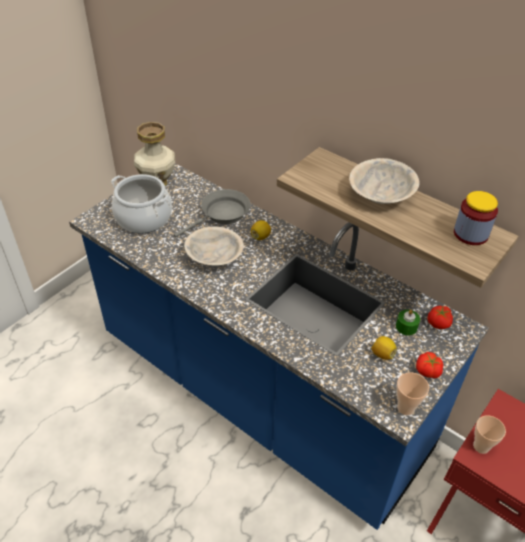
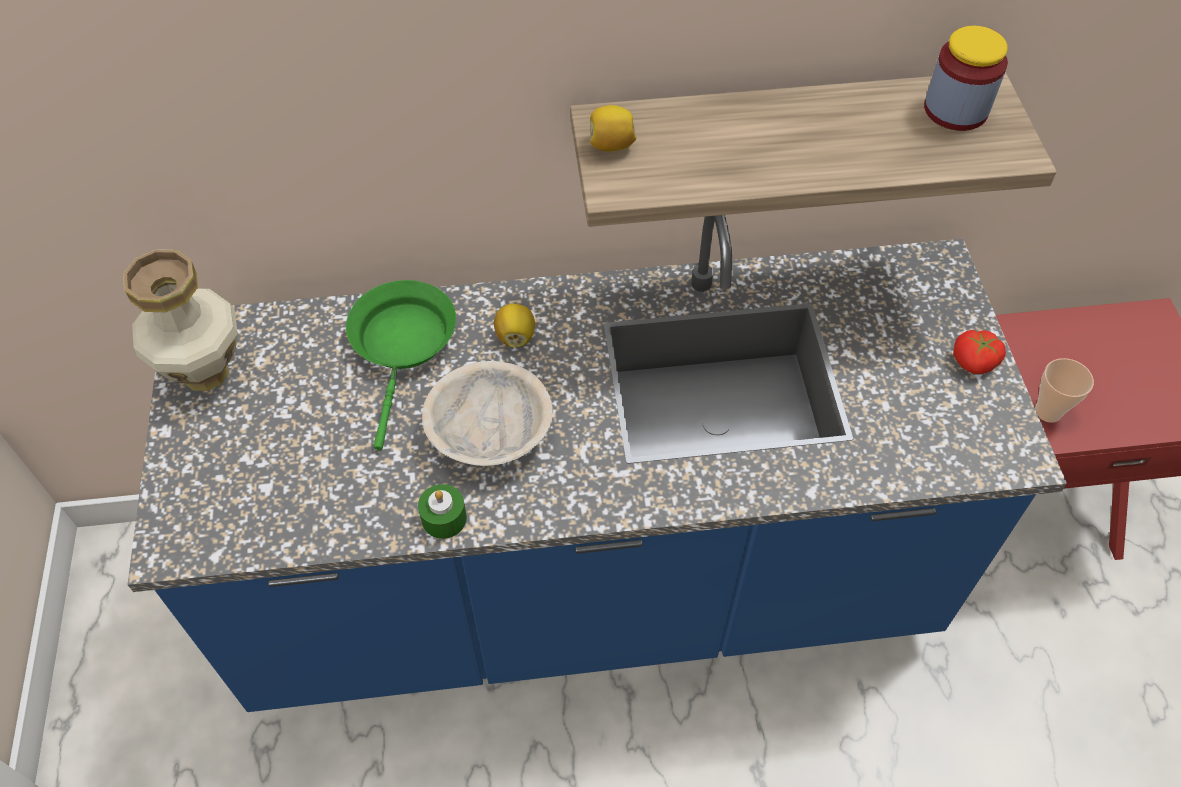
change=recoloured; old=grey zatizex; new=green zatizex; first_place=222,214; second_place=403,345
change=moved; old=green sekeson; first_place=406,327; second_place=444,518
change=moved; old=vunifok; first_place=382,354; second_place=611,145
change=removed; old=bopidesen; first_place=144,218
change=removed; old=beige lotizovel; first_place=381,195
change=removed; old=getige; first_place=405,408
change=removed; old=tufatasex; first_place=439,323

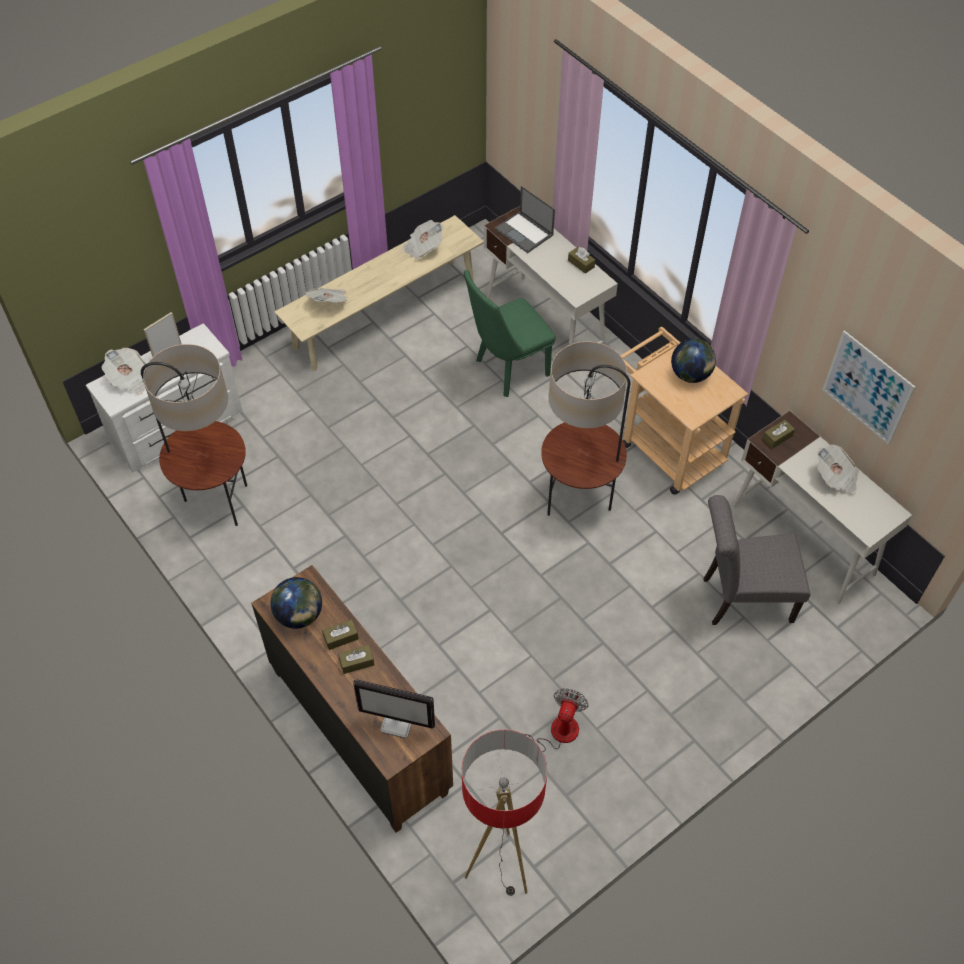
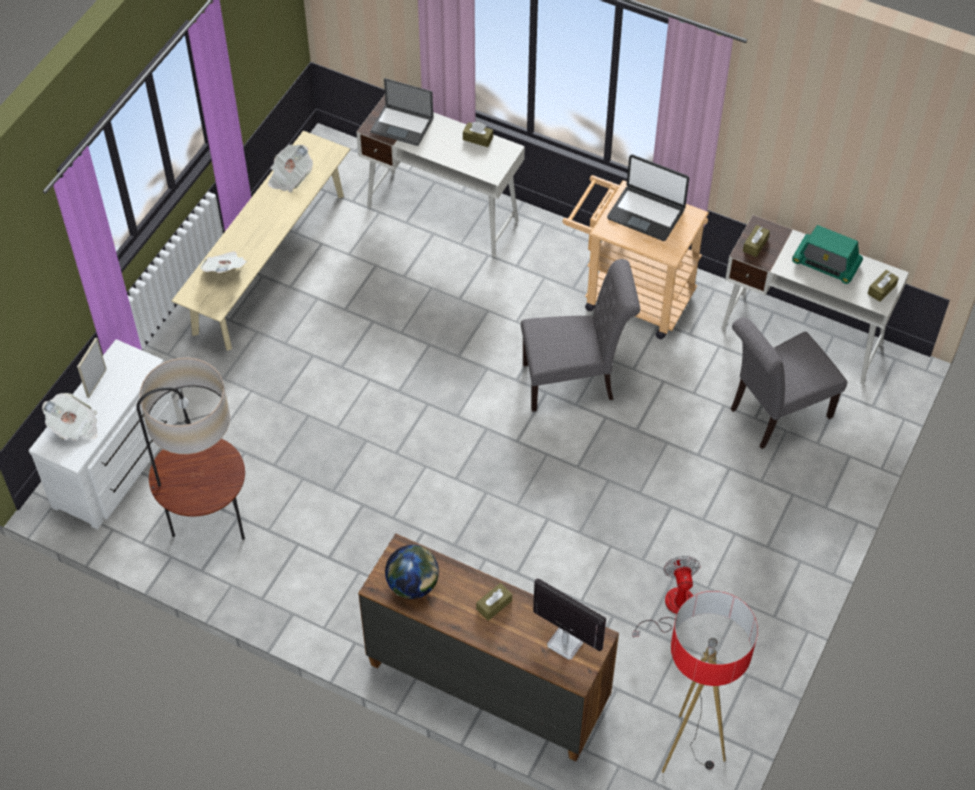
change=replaced; old=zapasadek; new=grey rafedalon; first_place=578,502; second_place=574,381
change=turned; old=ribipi; first_place=398,722; second_place=565,642; degrees=-135
change=replaced; old=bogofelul; new=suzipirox; first_place=690,375; second_place=646,213
change=replaced; old=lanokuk; new=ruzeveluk; first_place=835,478; second_place=826,263
change=moved; old=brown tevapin; first_place=341,637; second_place=881,289
change=removed; old=green rafedalon; first_place=507,370
change=removed; old=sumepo; first_place=867,387

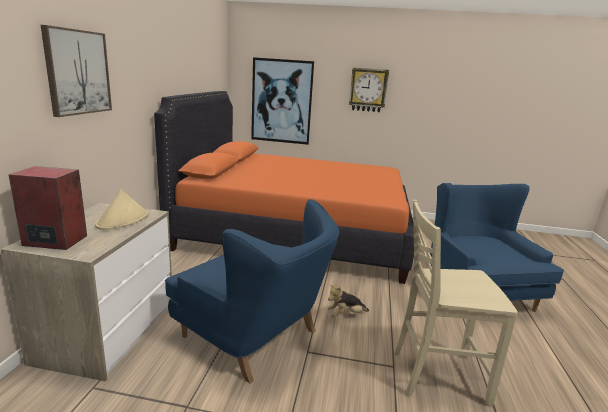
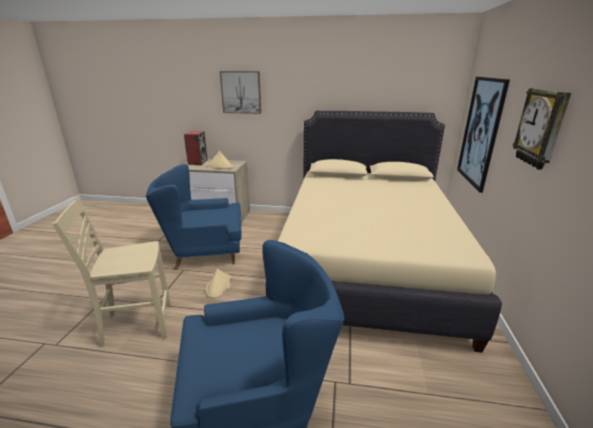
change=turned; old=beige rafedalon; first_place=436,375; second_place=136,324; degrees=-105
change=turned; old=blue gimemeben; first_place=253,335; second_place=204,251; degrees=45
change=replaced; old=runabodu; new=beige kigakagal; first_place=345,315; second_place=219,286
change=recoloured; old=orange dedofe; new=beige dedofe; first_place=296,234; second_place=366,262

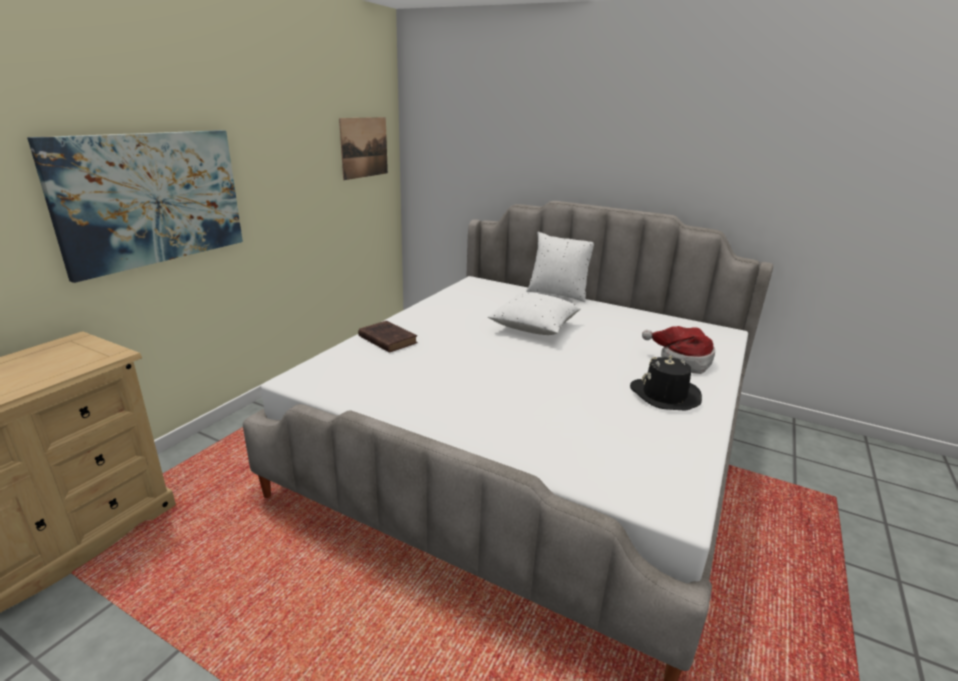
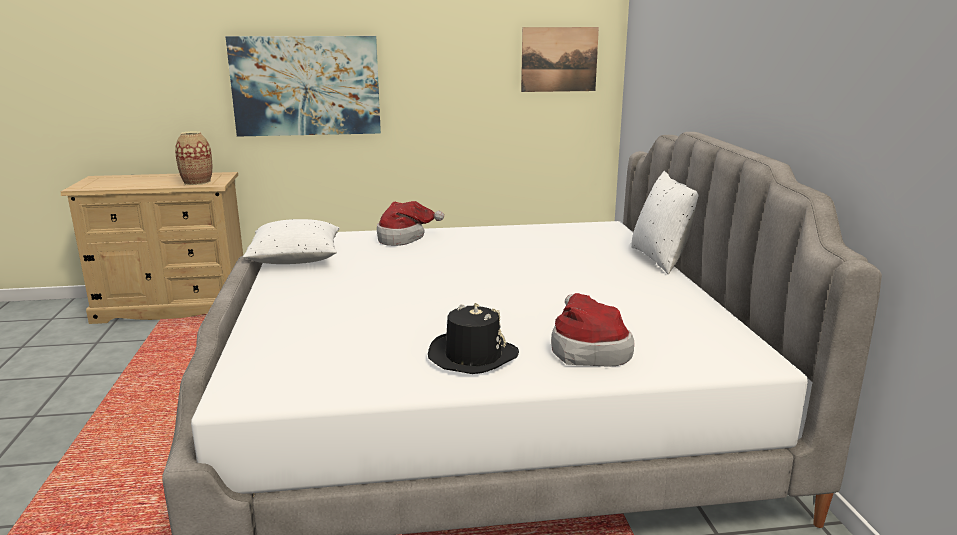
change=added; new=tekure; second_place=197,182
change=moved; old=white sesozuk; first_place=534,327; second_place=295,259
change=replaced; old=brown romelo; new=kigakagal; first_place=386,339; second_place=404,238

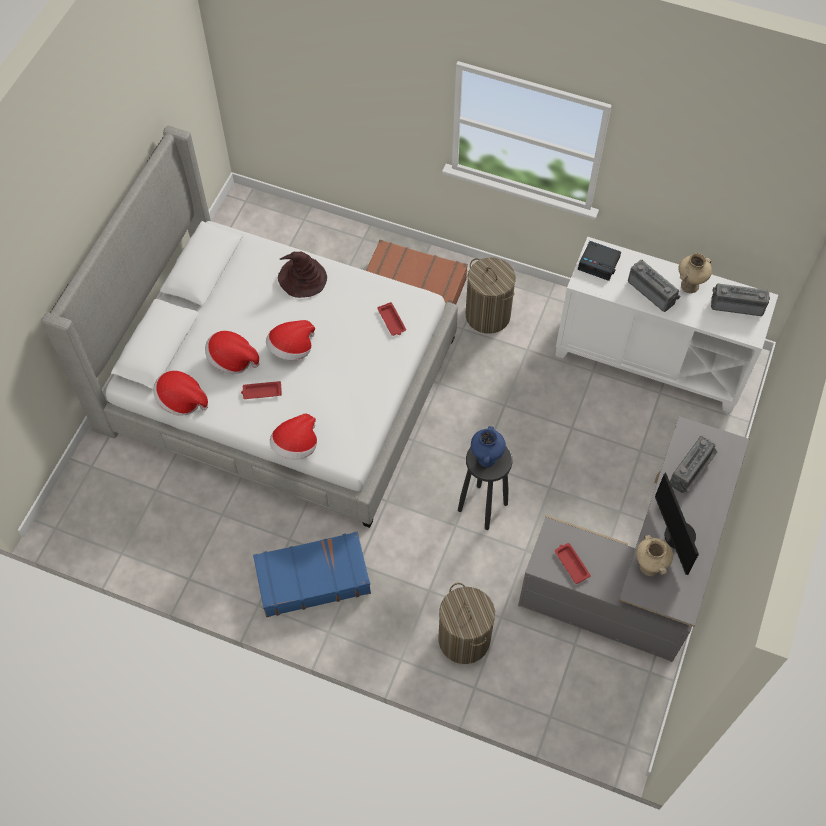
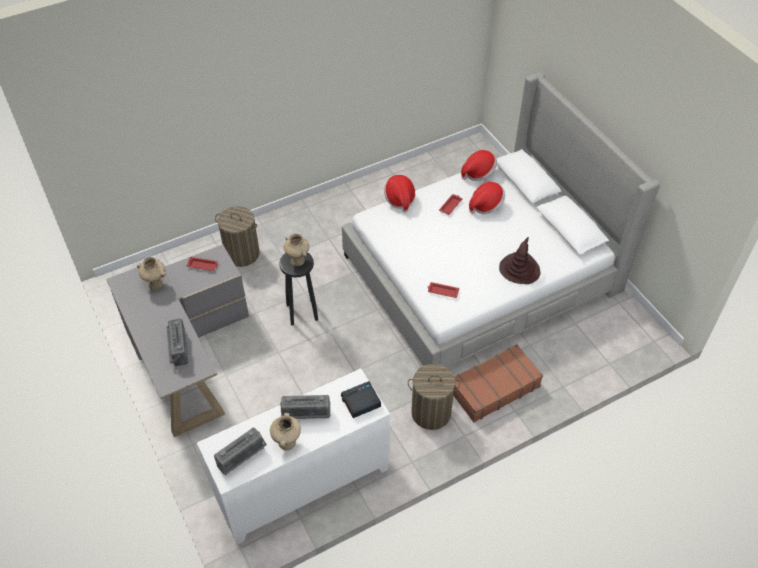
change=recoloured; old=blue tekure; new=beige tekure; first_place=486,457; second_place=298,260
change=removed; old=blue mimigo; first_place=312,578
change=removed; old=kigakagal; first_place=291,349
change=removed; old=ribipi; first_place=676,537

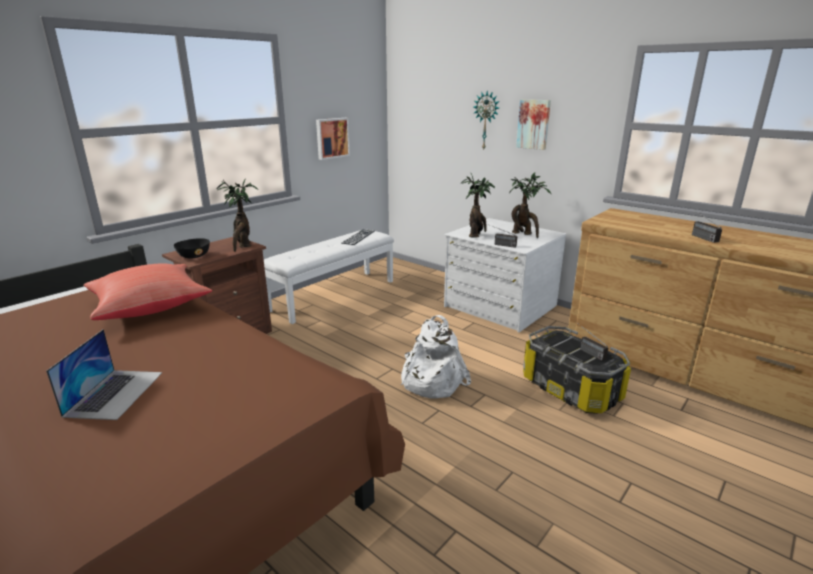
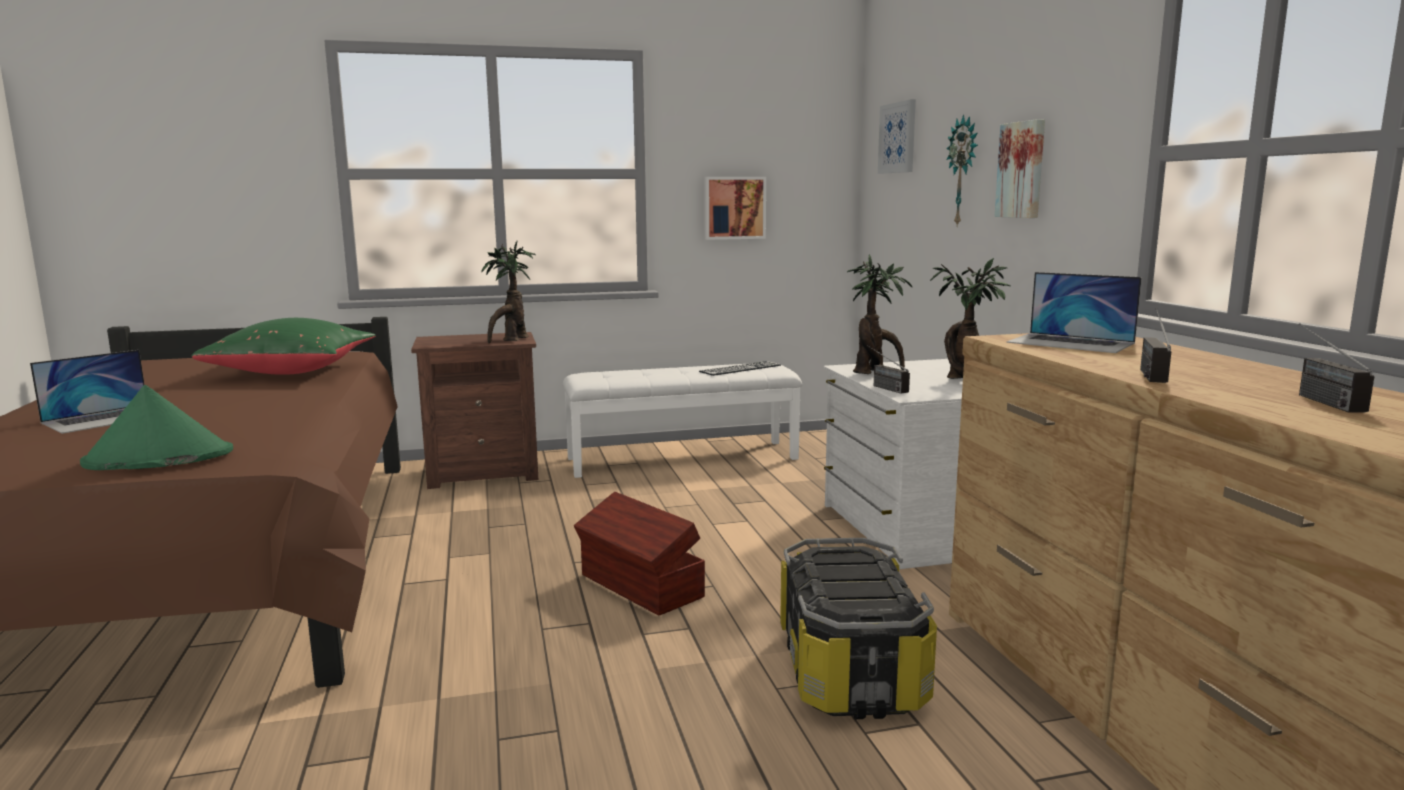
change=added; new=green kigakagal; second_place=158,458
change=recoloured; old=red sesozuk; new=green sesozuk; first_place=149,307; second_place=293,371
change=replaced; old=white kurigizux; new=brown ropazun; first_place=431,380; second_place=640,587
change=added; new=sumepo; second_place=898,138
change=added; new=suzipirox; second_place=1071,343
change=moved; old=ruzeveluk; first_place=586,351; second_place=1316,398
change=removed; old=black lotizovel; first_place=194,256

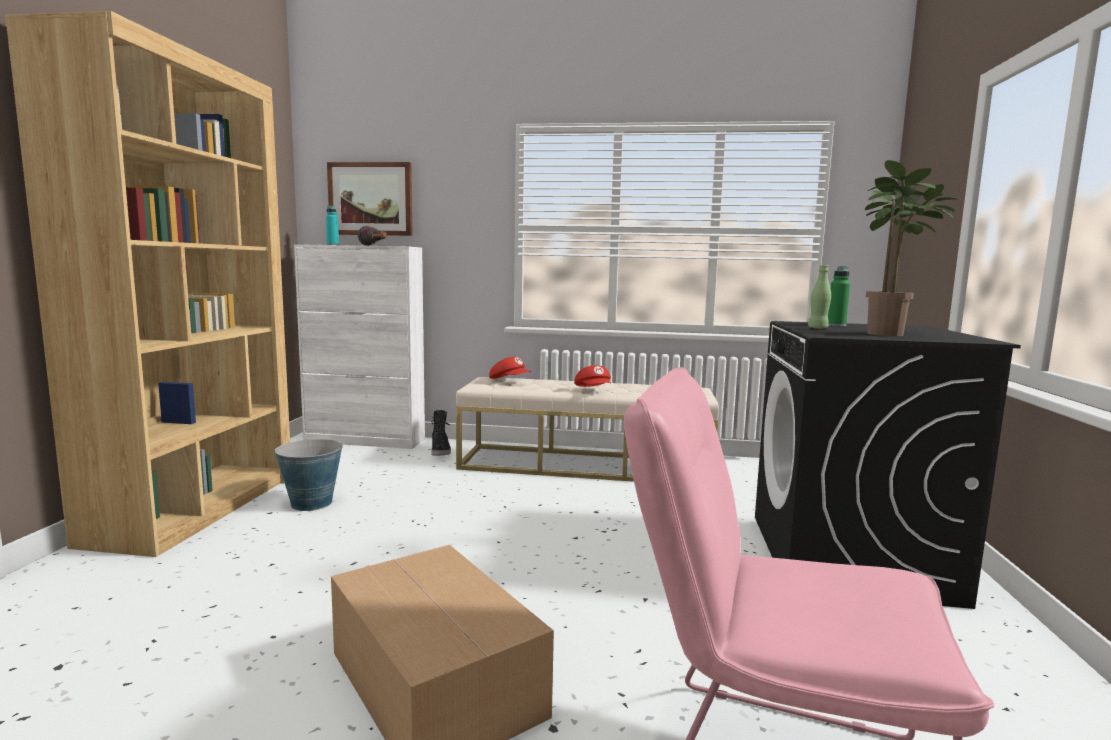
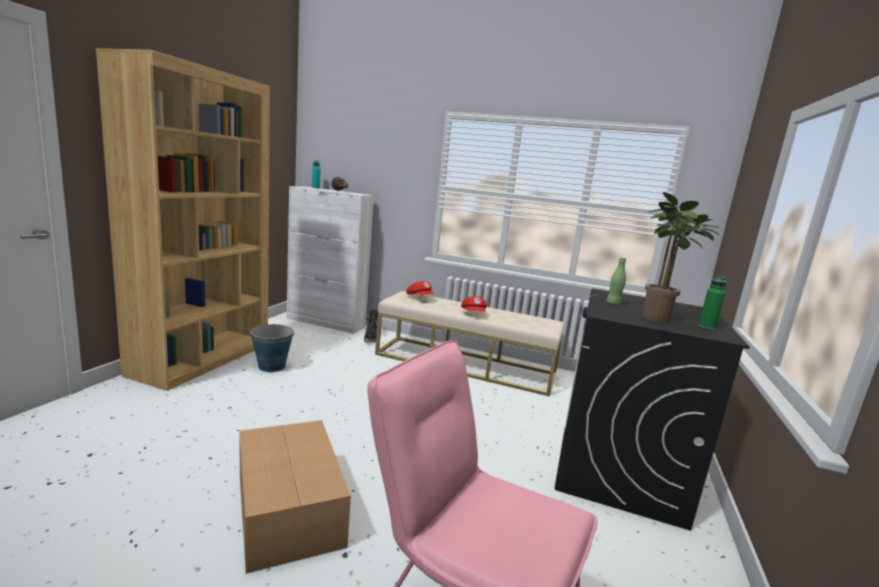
change=moved; old=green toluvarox; first_place=836,325; second_place=706,327
change=removed; old=sumepo; first_place=370,199

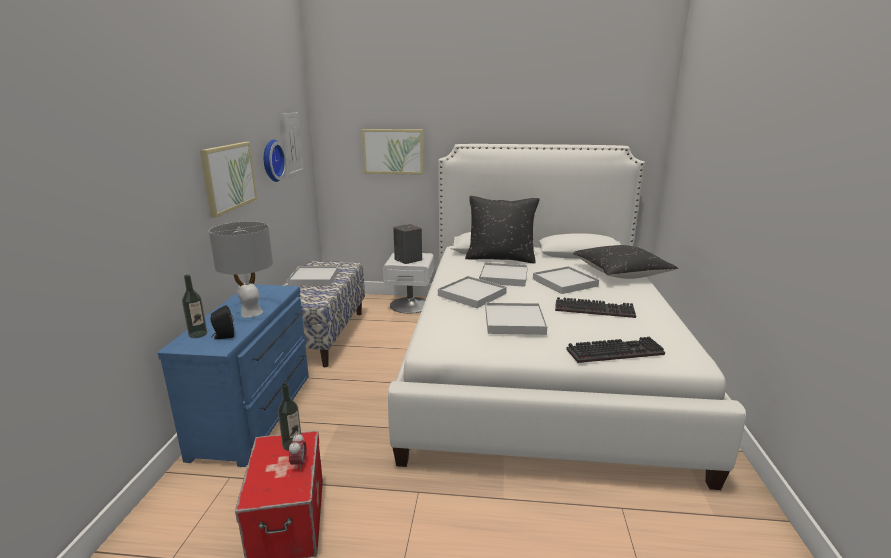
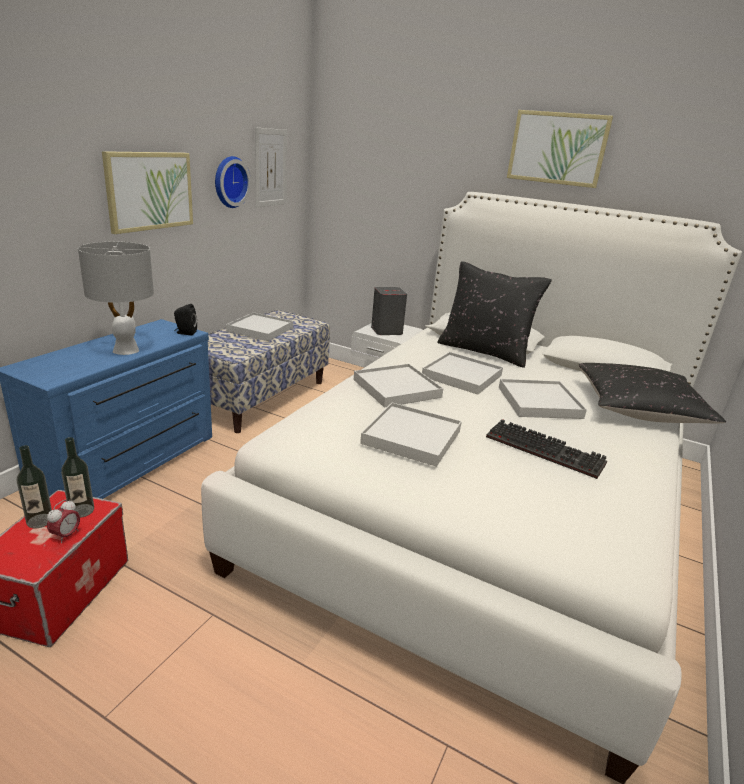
change=moved; old=toluvarox; first_place=198,334; second_place=40,521
change=moved; old=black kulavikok; first_place=223,336; second_place=185,333
change=moved; old=sumepo; first_place=393,151; second_place=557,148
change=removed; old=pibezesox; first_place=615,351

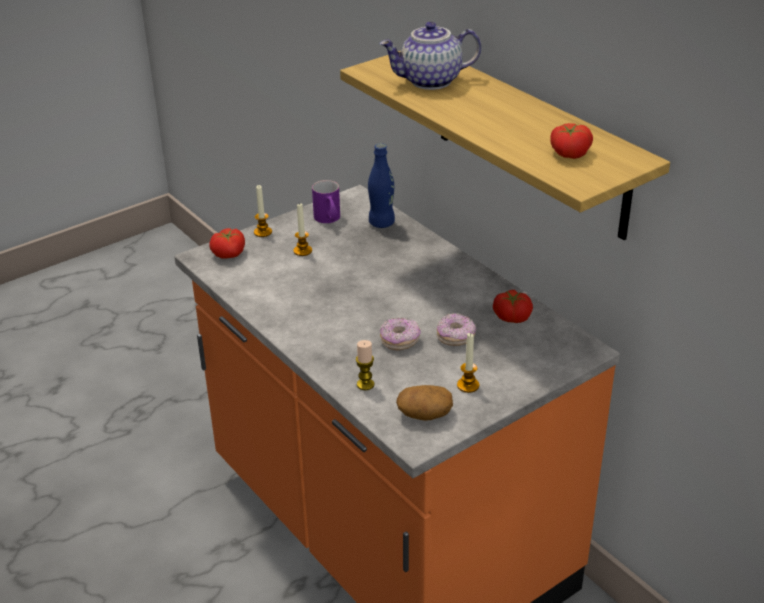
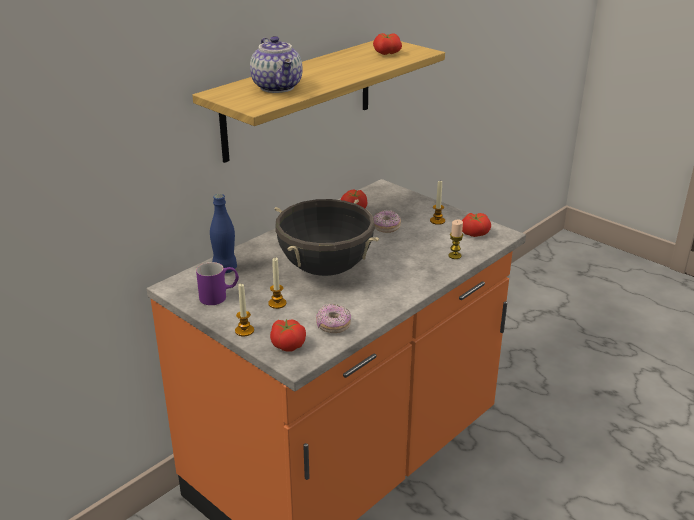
change=added; new=black bopidesen; second_place=325,269
change=moved; old=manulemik; first_place=400,341; second_place=333,325
change=replaced; old=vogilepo; new=tufatasex; first_place=424,414; second_place=474,233

